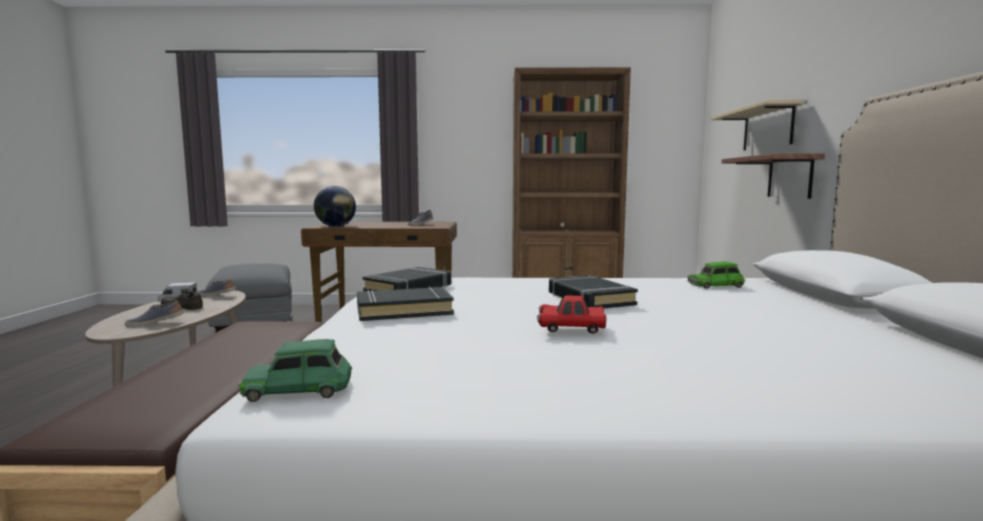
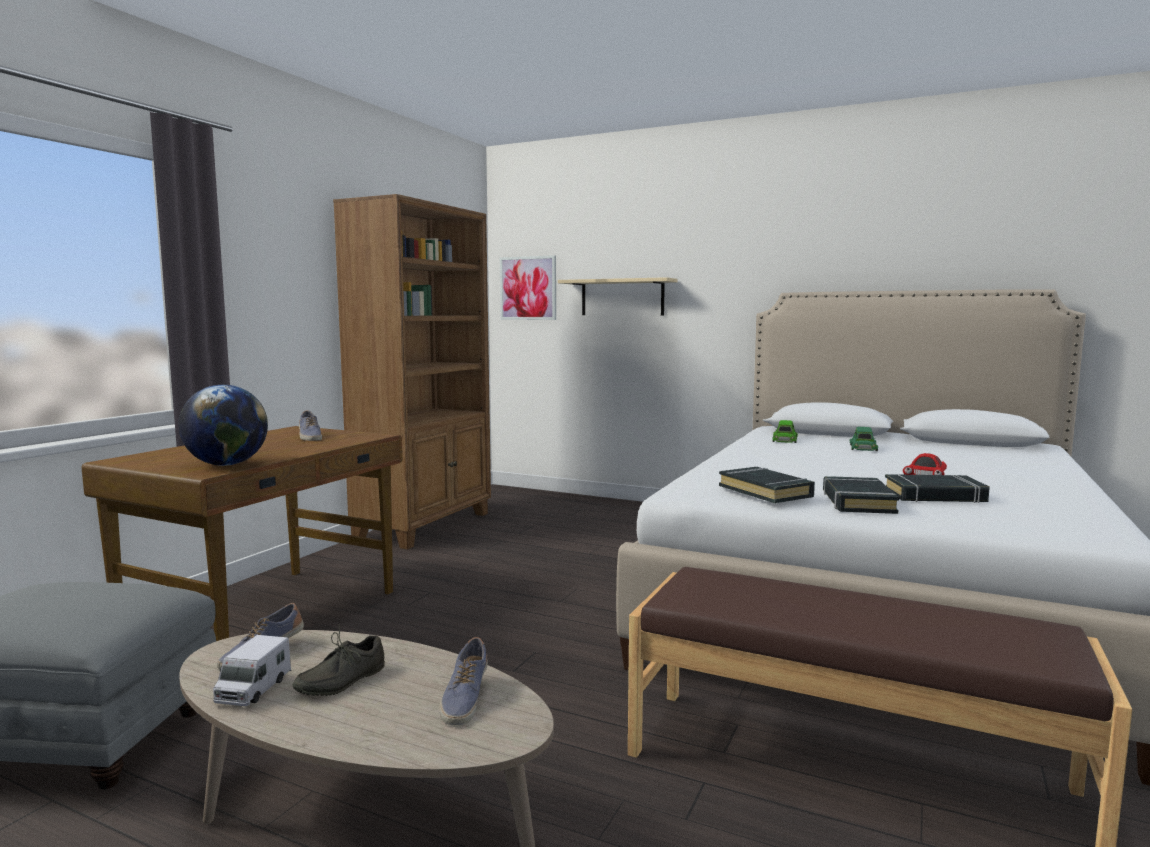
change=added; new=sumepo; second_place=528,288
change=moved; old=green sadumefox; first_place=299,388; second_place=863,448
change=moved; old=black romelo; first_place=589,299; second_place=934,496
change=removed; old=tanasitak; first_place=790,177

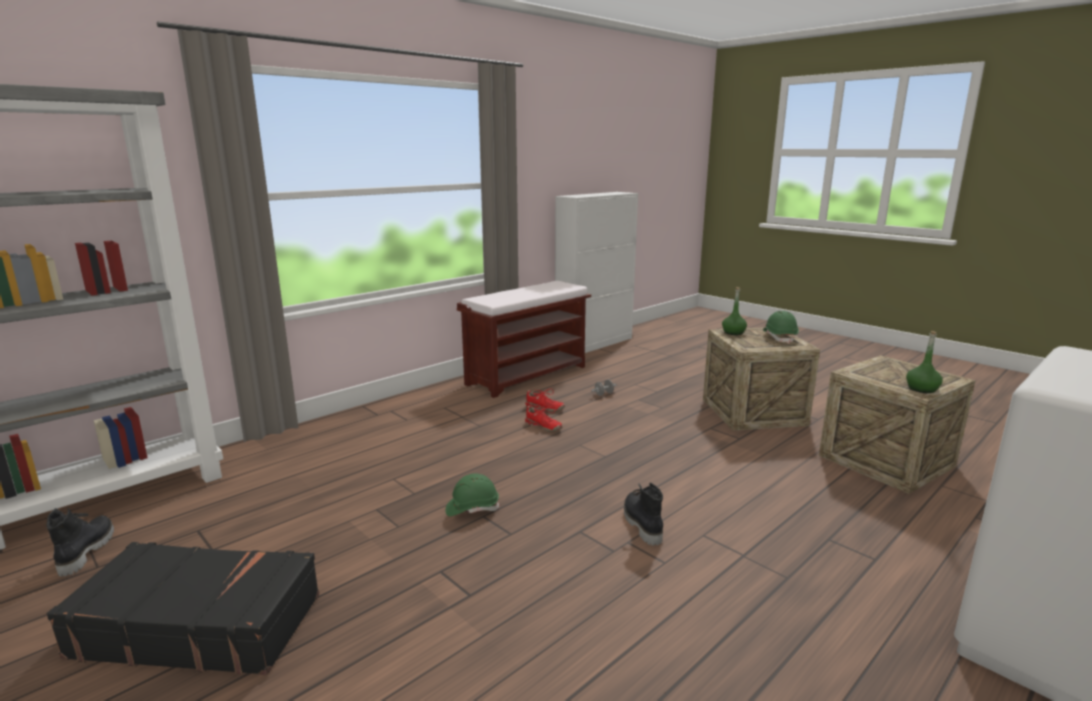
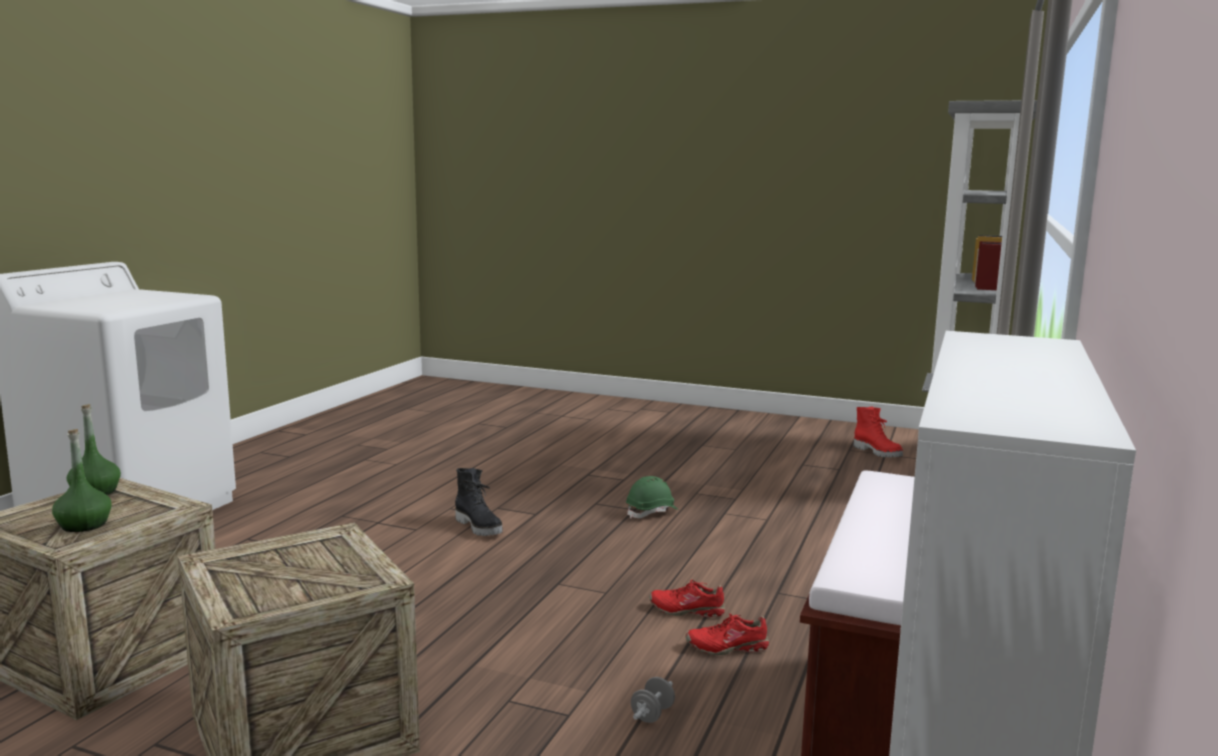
change=moved; old=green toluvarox; first_place=733,332; second_place=83,525
change=recoloured; old=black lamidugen; new=red lamidugen; first_place=85,551; second_place=878,452
change=removed; old=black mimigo; first_place=199,624
change=removed; old=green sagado; first_place=779,337

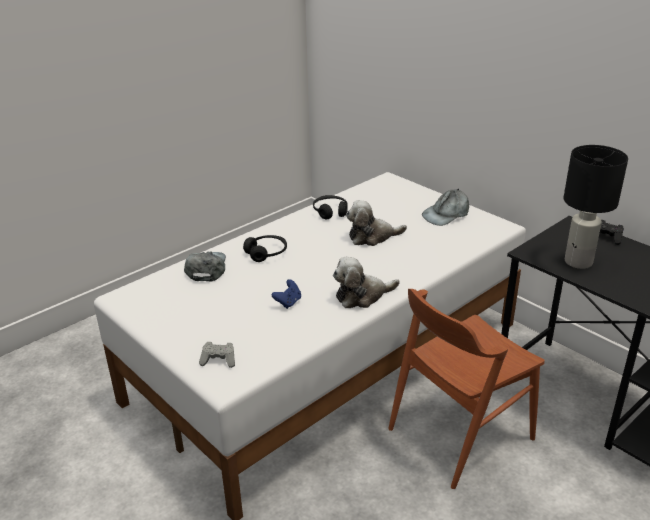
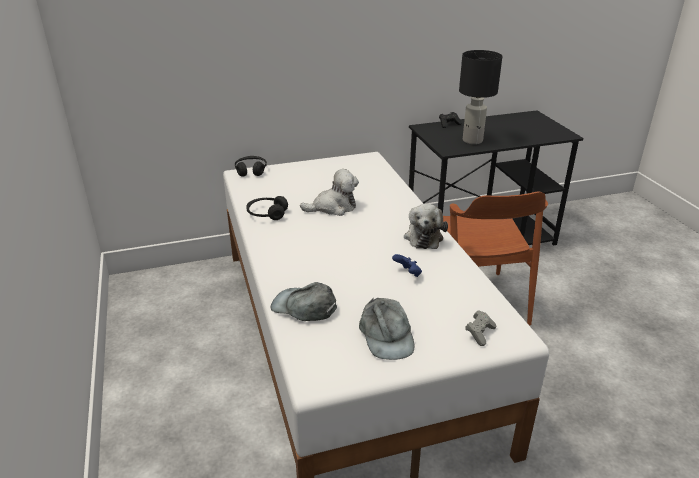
change=moved; old=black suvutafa; first_place=266,253; second_place=251,170
change=turned; old=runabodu; first_place=372,237; second_place=333,207; degrees=-120
change=moved; old=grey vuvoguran; first_place=446,214; second_place=386,335

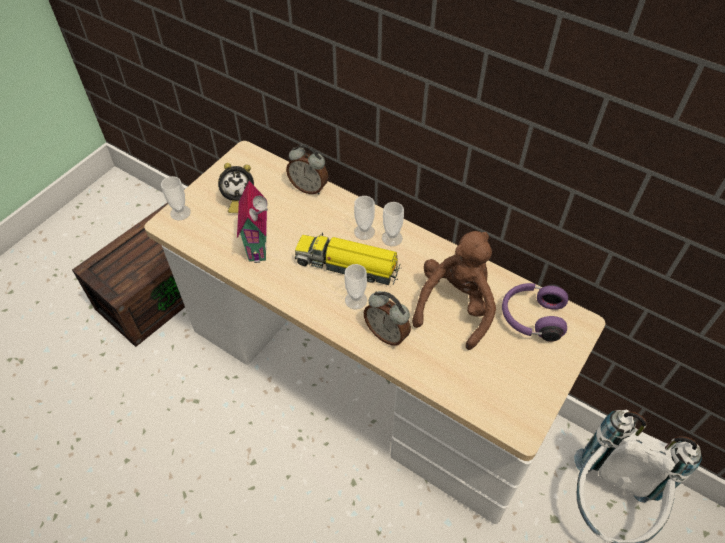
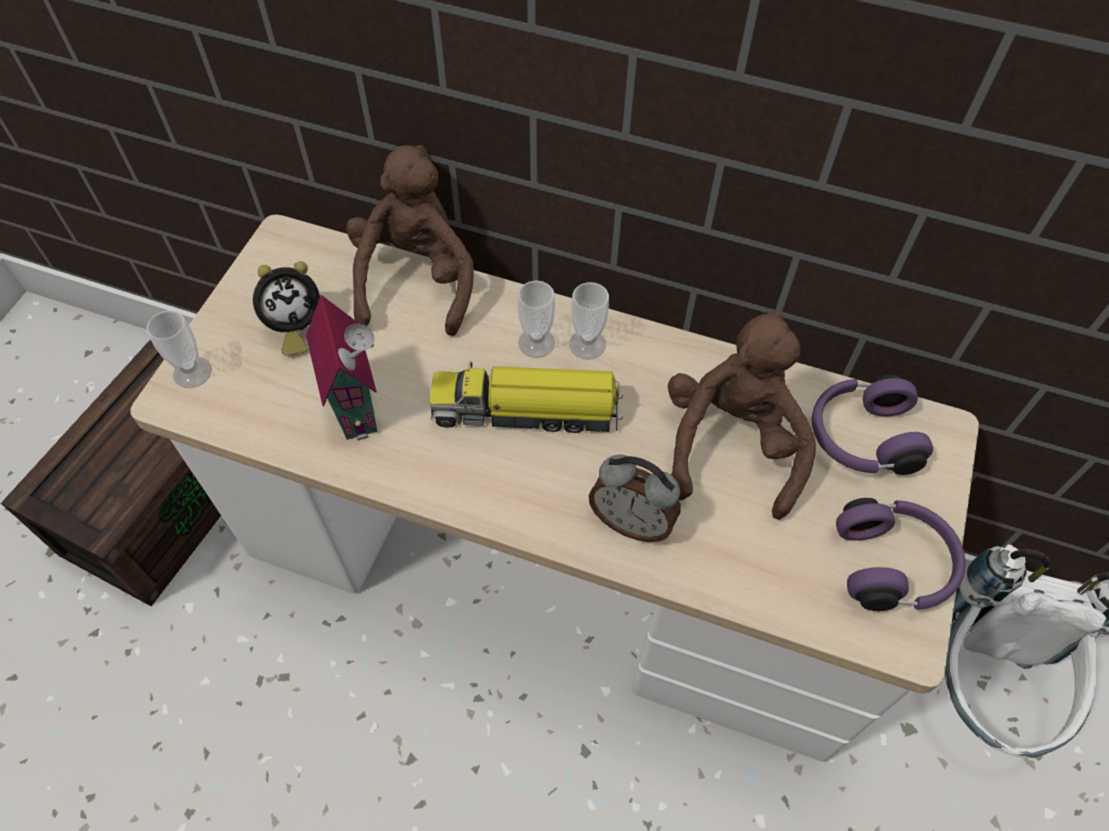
change=replaced; old=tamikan; new=brown runabodu; first_place=309,187; second_place=416,280
change=added; new=purple suvutafa; second_place=893,564
change=removed; old=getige; first_place=356,300

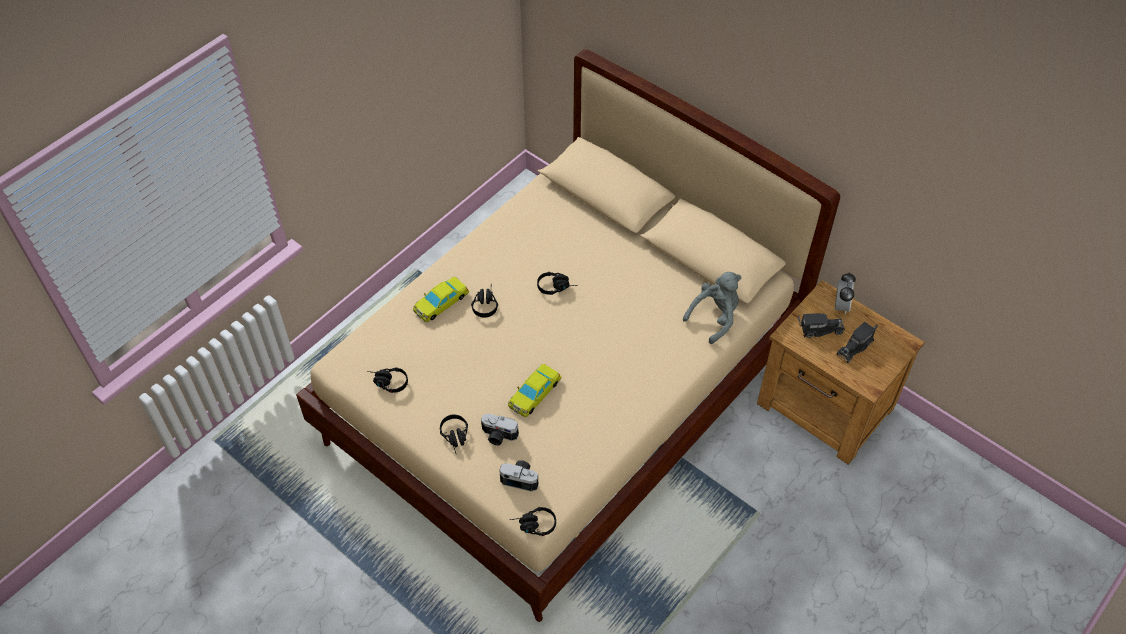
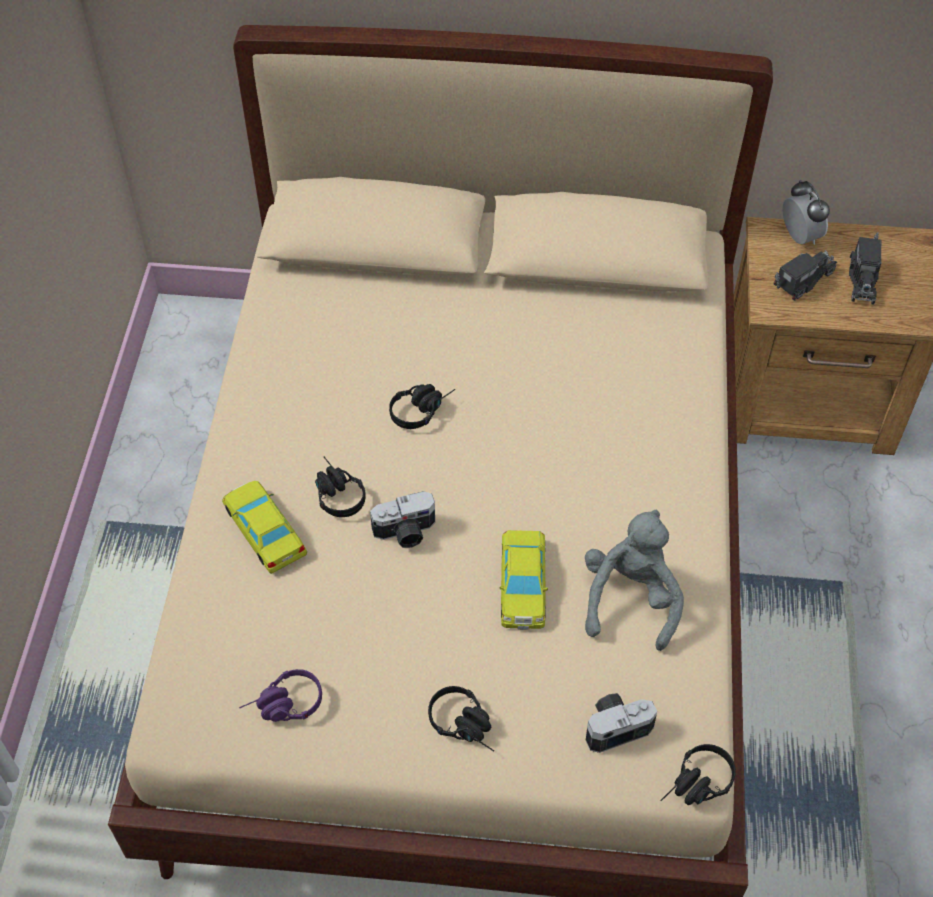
change=turned; old=yellow sadumefox; first_place=441,302; second_place=264,529; degrees=135
change=recoloured; old=black suvutafa; new=purple suvutafa; first_place=387,383; second_place=283,707
change=moved; old=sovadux; first_place=498,436; second_place=405,533
change=moved; old=grey runabodu; first_place=715,317; second_place=630,599

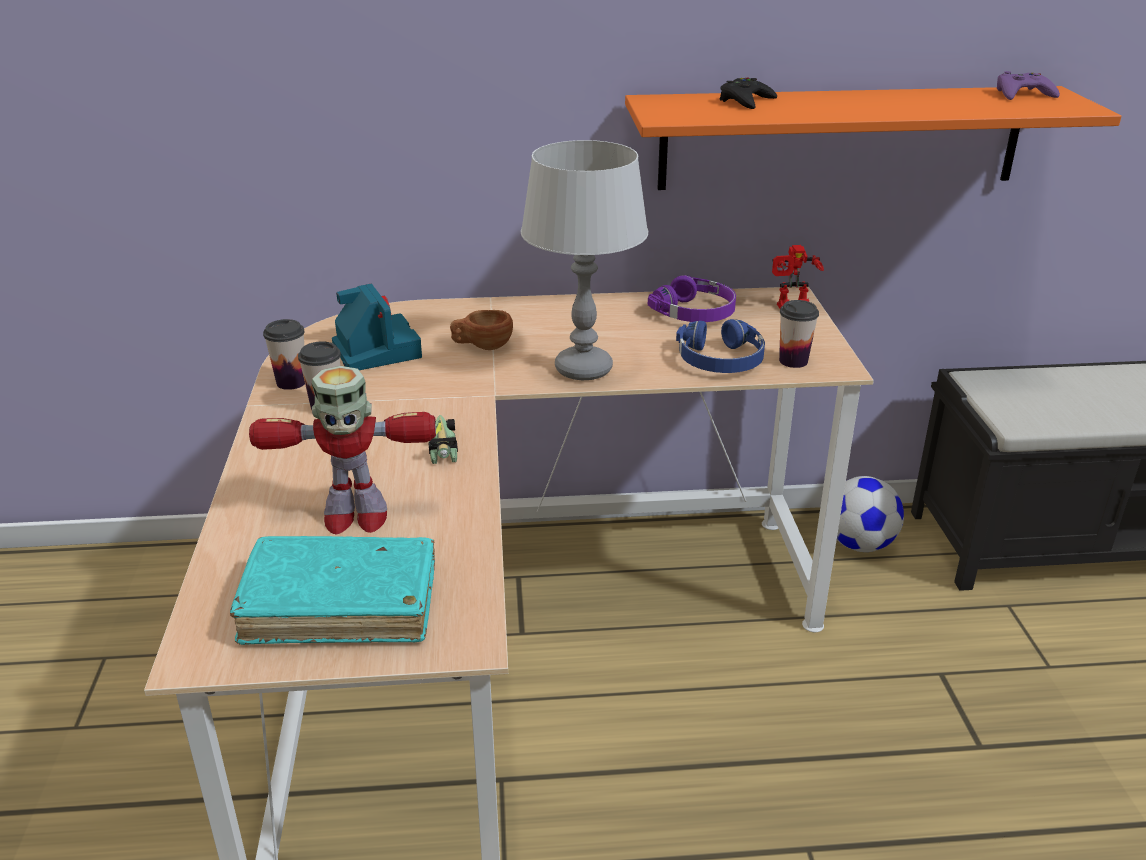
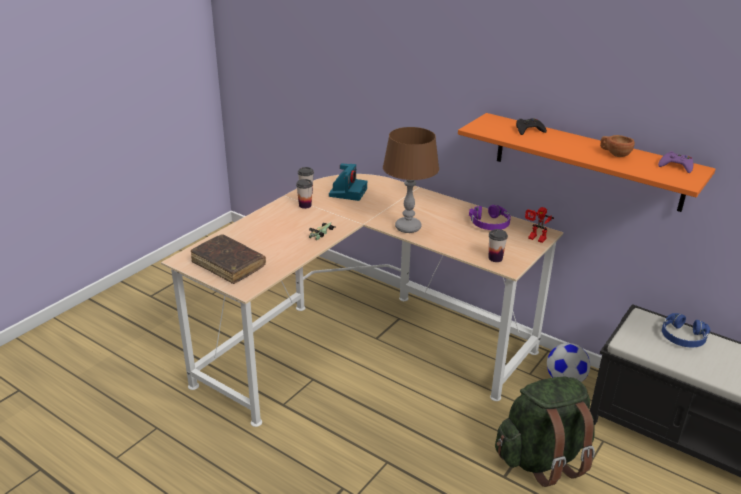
change=recoloured; old=turquoise romelo; new=brown romelo; first_place=341,605; second_place=228,265
change=recoloured; old=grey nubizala; new=brown nubizala; first_place=583,369; second_place=407,227
change=added; new=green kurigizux; second_place=542,458
change=moved; old=brown getige; first_place=482,346; second_place=614,154
change=moved; old=blue suvutafa; first_place=721,360; second_place=683,337
change=removed; old=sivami; first_place=354,518

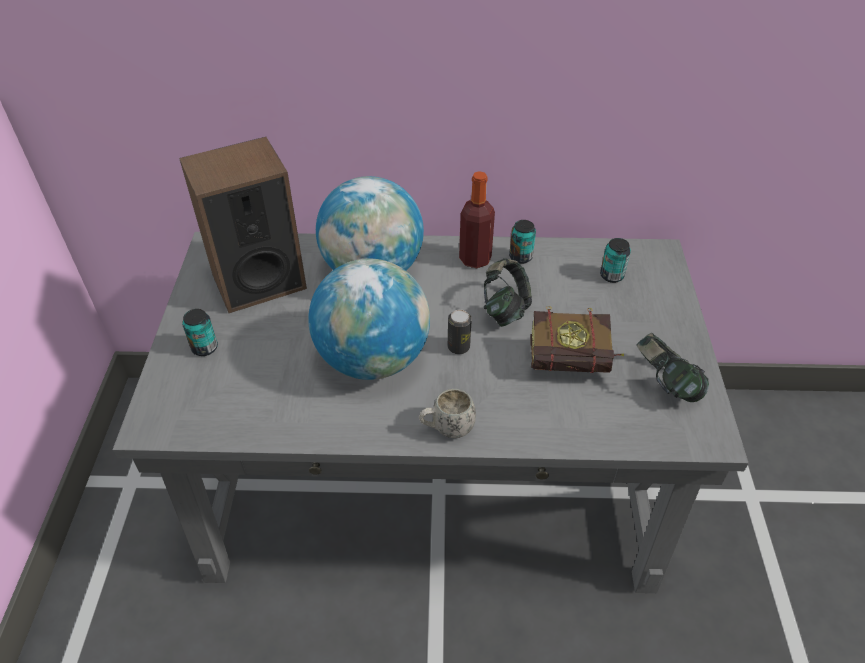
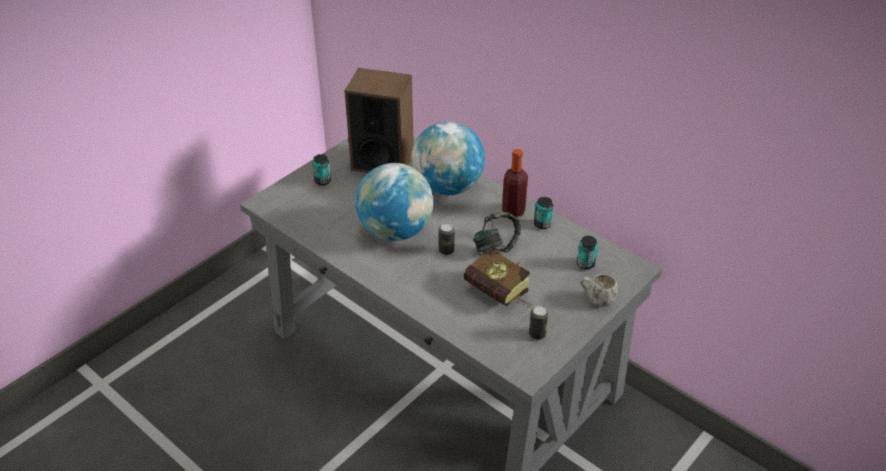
change=replaced; old=suvutafa; new=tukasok; first_place=664,384; second_place=537,334
change=moved; old=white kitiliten; first_place=447,429; second_place=596,299

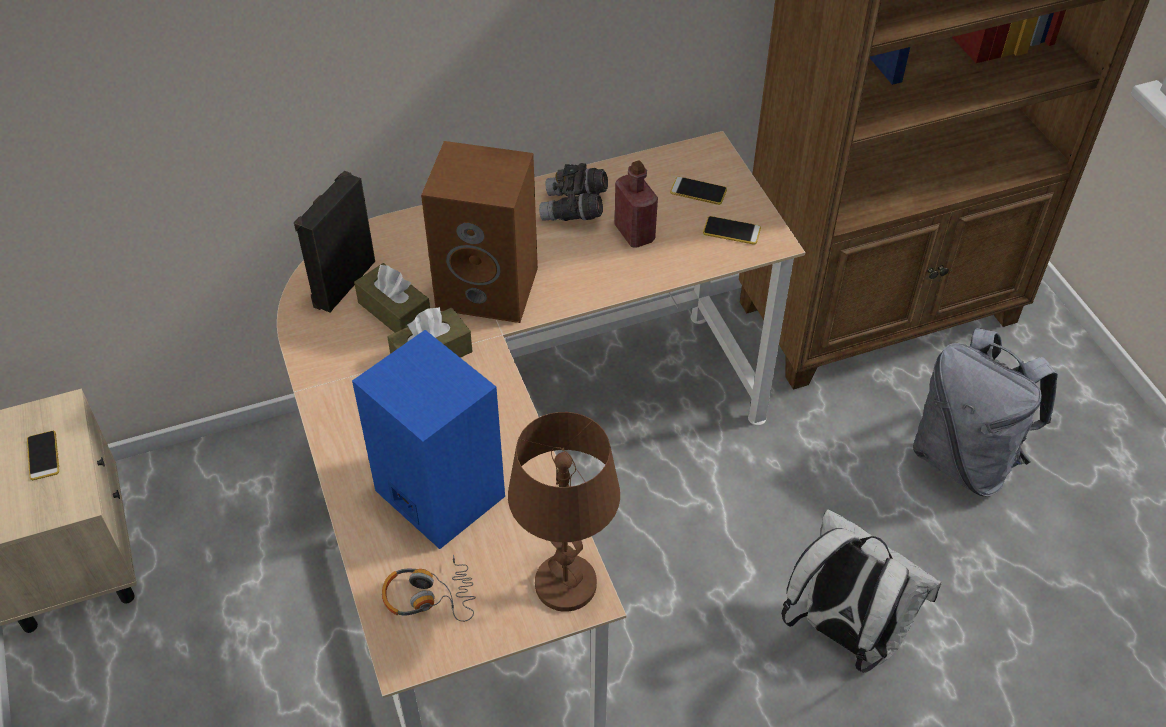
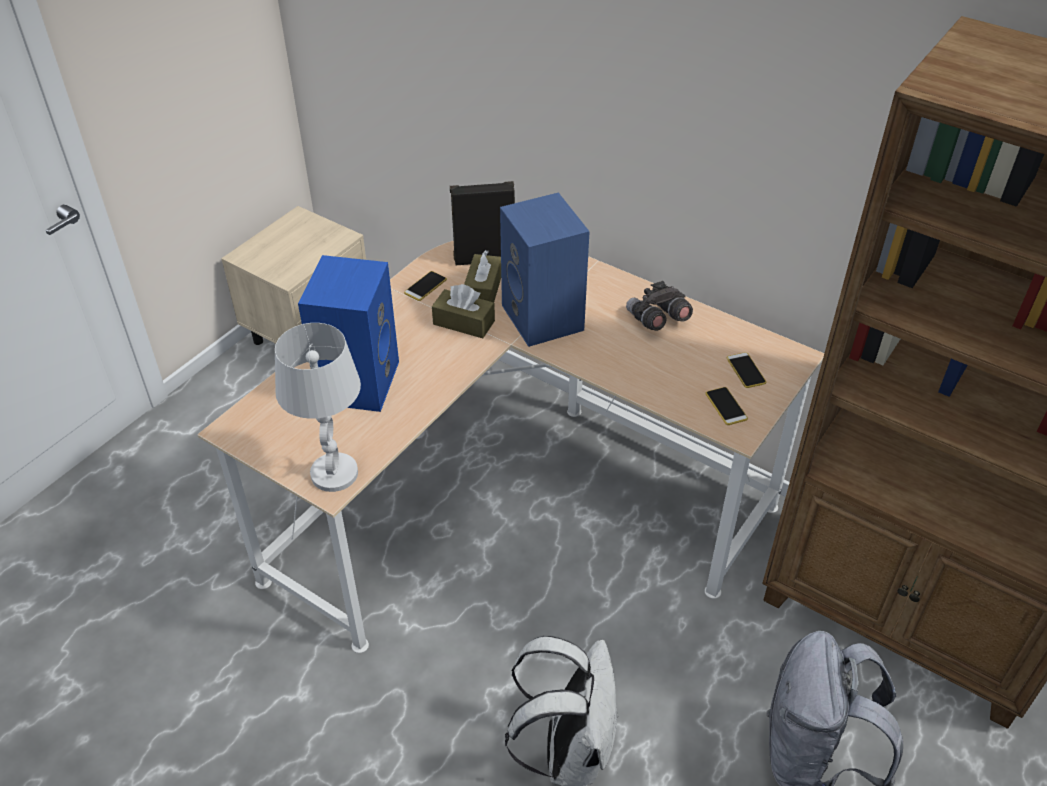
change=recoloured; old=brown nubizala; new=white nubizala; first_place=566,584; second_place=334,474
change=moved; old=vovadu; first_place=43,455; second_place=425,286
change=recoloured; old=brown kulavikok; new=blue kulavikok; first_place=490,287; second_place=545,318
change=removed; old=suvutafa; first_place=429,597
change=removed; old=red toluvarox; first_place=634,233

